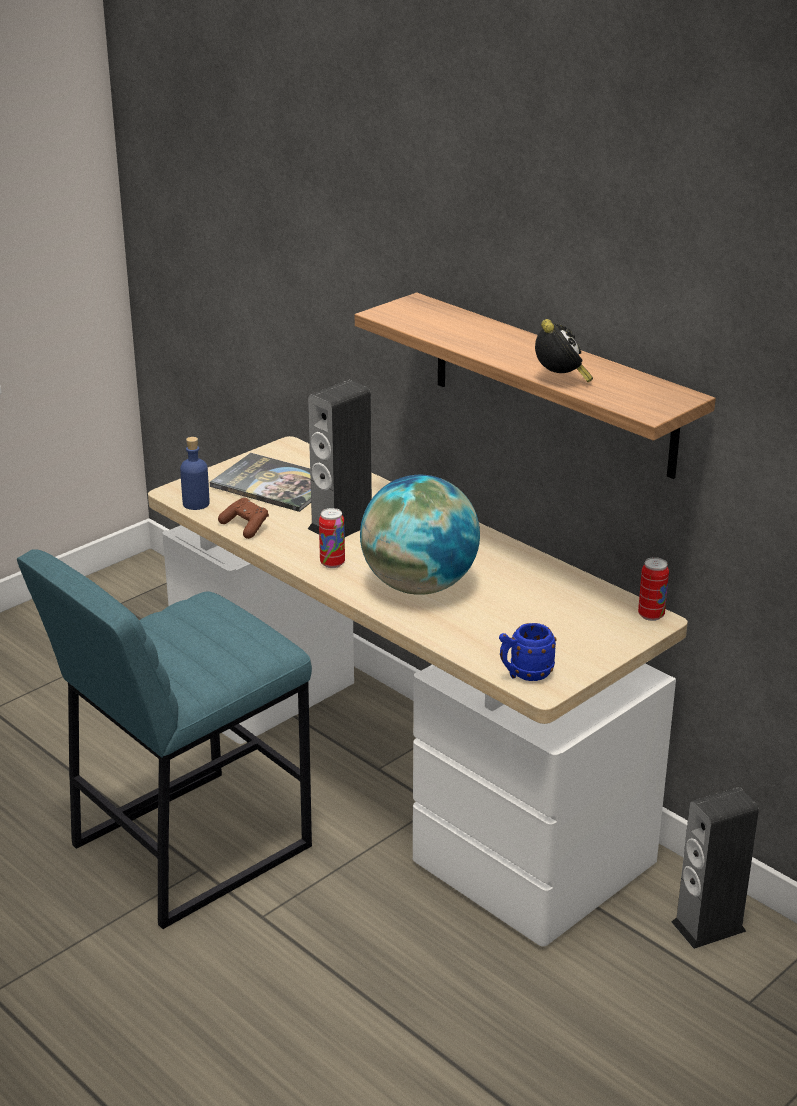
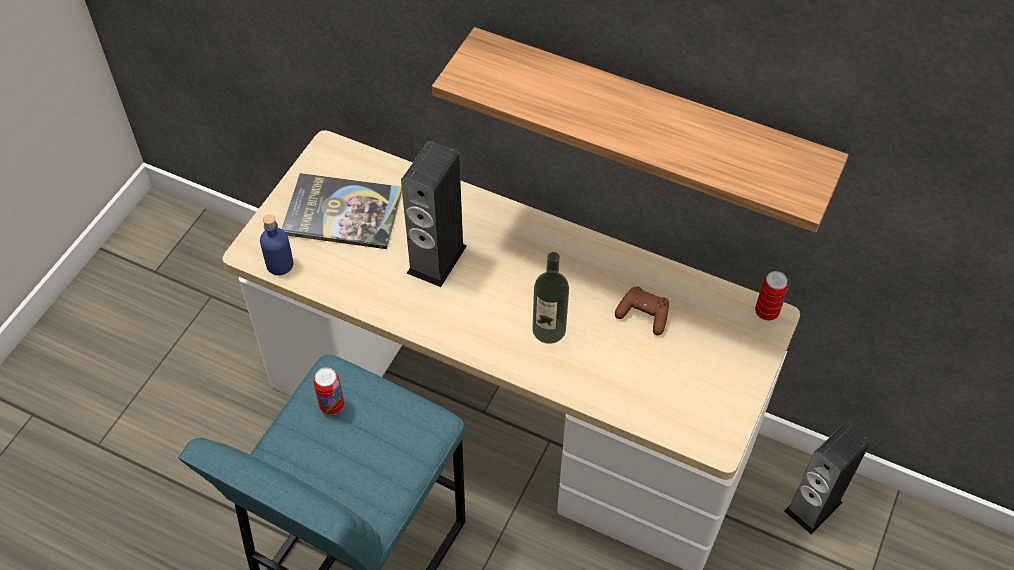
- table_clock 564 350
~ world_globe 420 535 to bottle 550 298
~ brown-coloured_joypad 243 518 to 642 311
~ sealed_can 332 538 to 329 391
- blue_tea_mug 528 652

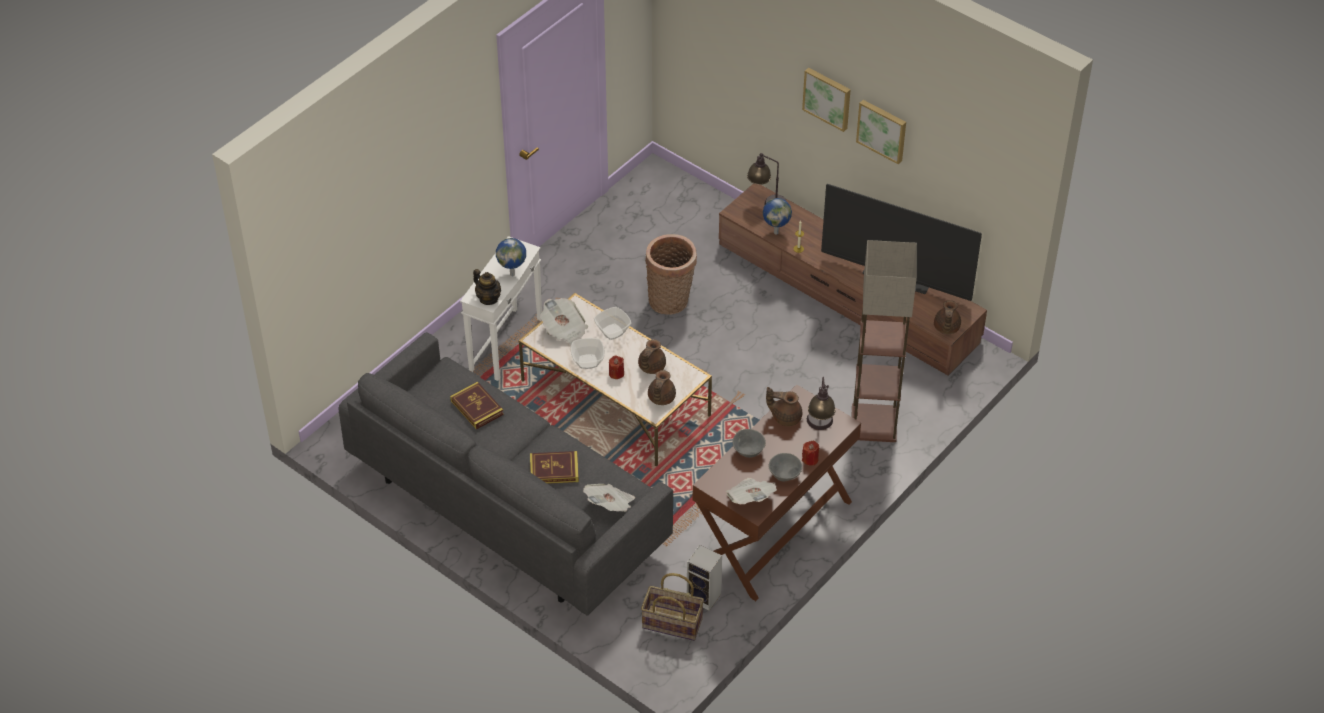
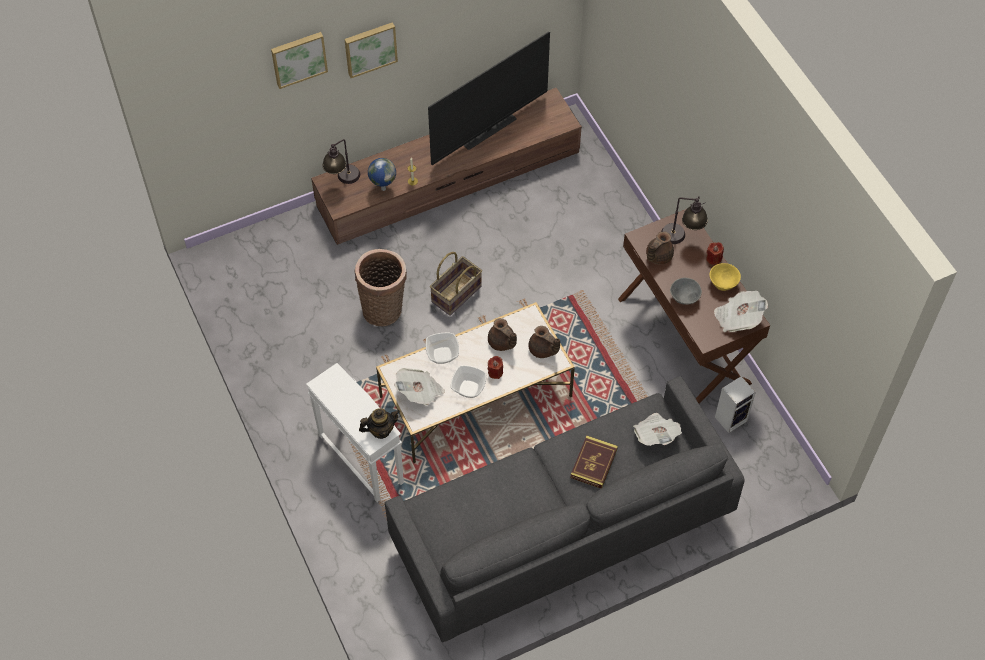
~ picture 881 132 to 299 60
- world_globe 511 257
- floor_lamp 884 341
- brown-coloured_pot_for_tea 947 317
- book 477 405
~ grey_serving_bowl 785 467 to yellow-coloured_serving_bowl 725 277
~ storage_basket 672 607 to 456 284

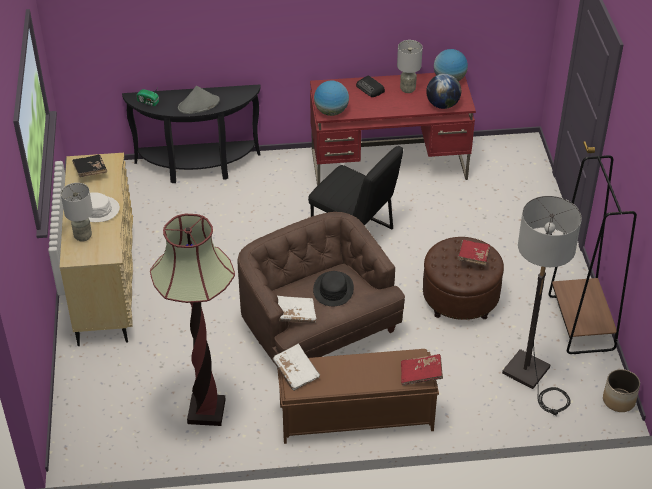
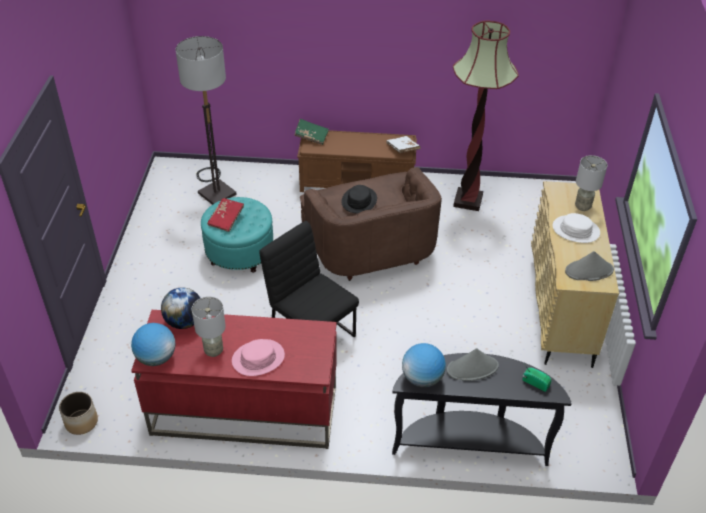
~ radio_receiver 370 86 to pink-coloured_clothing_hat 258 357
~ world_globe 331 98 to 424 365
~ black_book 89 166 to grey_clothing_hat 589 266
- garment_stand 592 254
~ brown-coloured_footrest 463 278 to blue-green_footrest 237 235
- white_book 297 309
~ reddish_book 422 370 to green_book 311 132
~ flower_pot 621 390 to 78 413

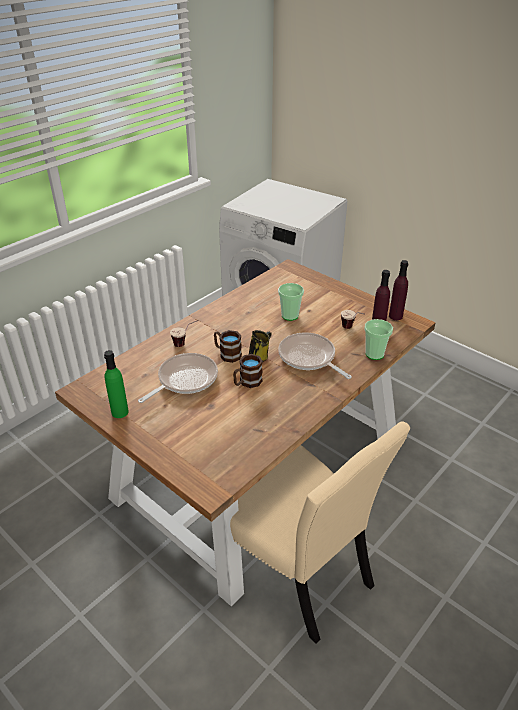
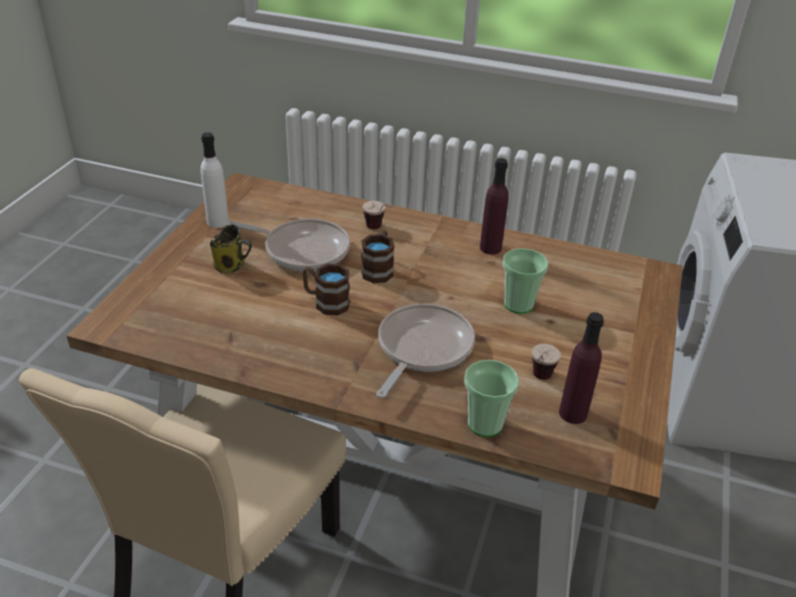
~ purple-coloured_bottle 398 290 to 494 206
~ tea_mug 260 346 to 231 248
~ green_bottle 116 384 to white_bottle 215 180

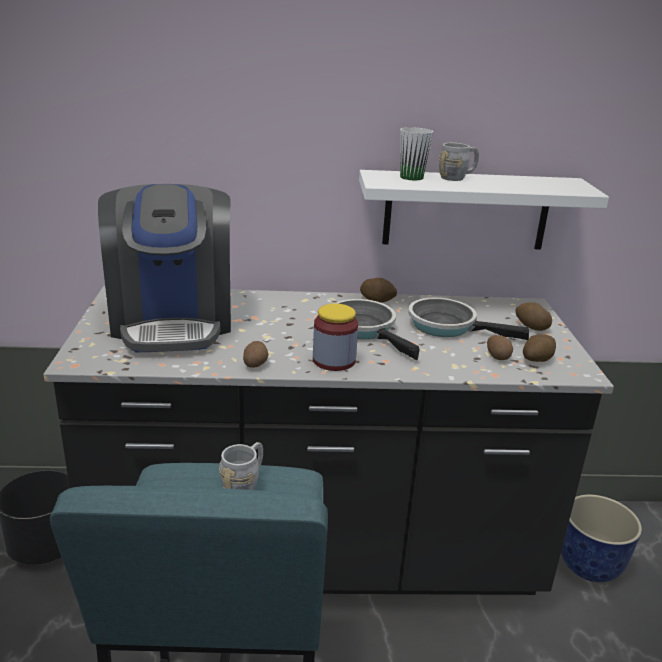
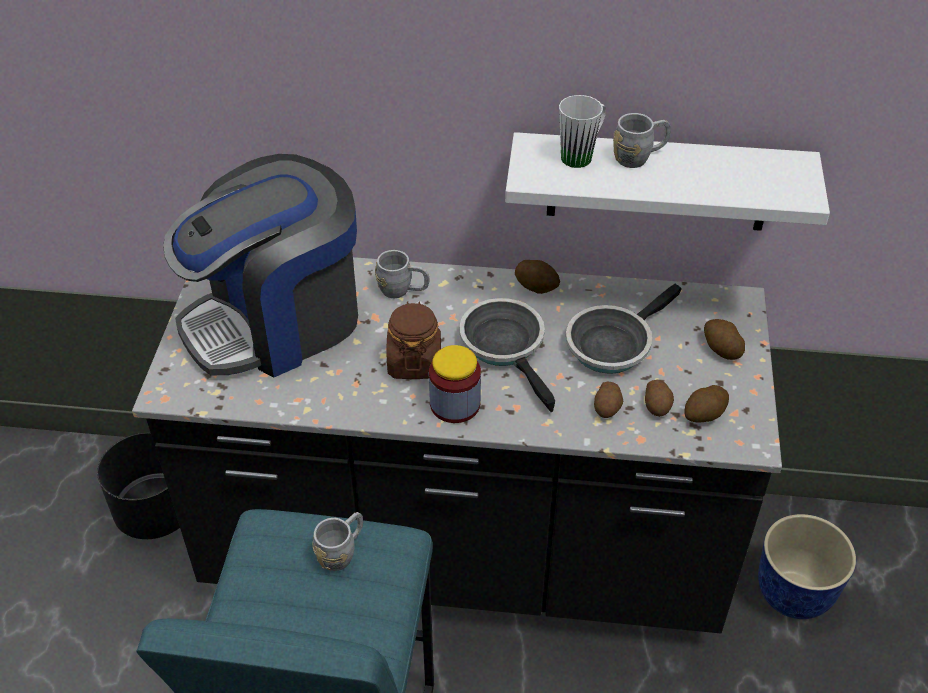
~ coffee_machine 164 268 = 260 265 60 degrees clockwise
~ skillet 468 318 = 624 329 75 degrees counterclockwise
~ spud 256 354 to 608 400
+ grey_tea_mug 402 274
+ brown-coloured_jar 414 340

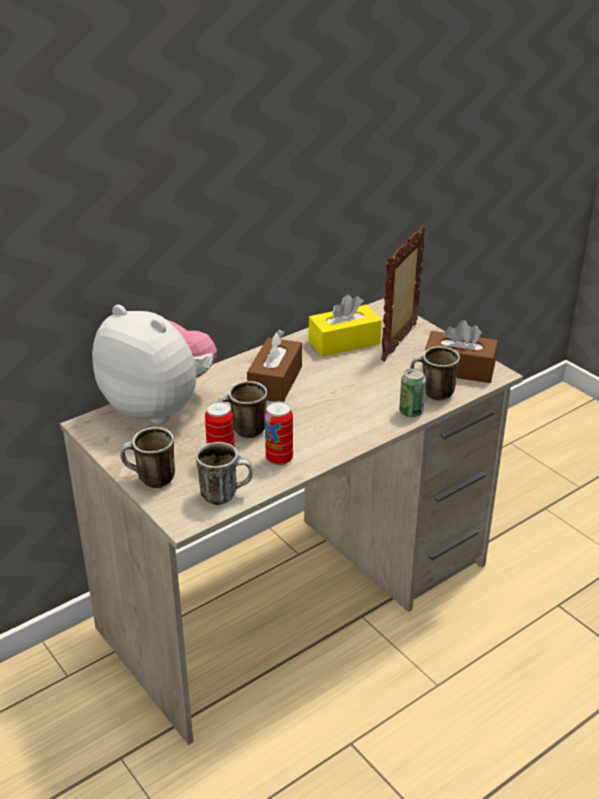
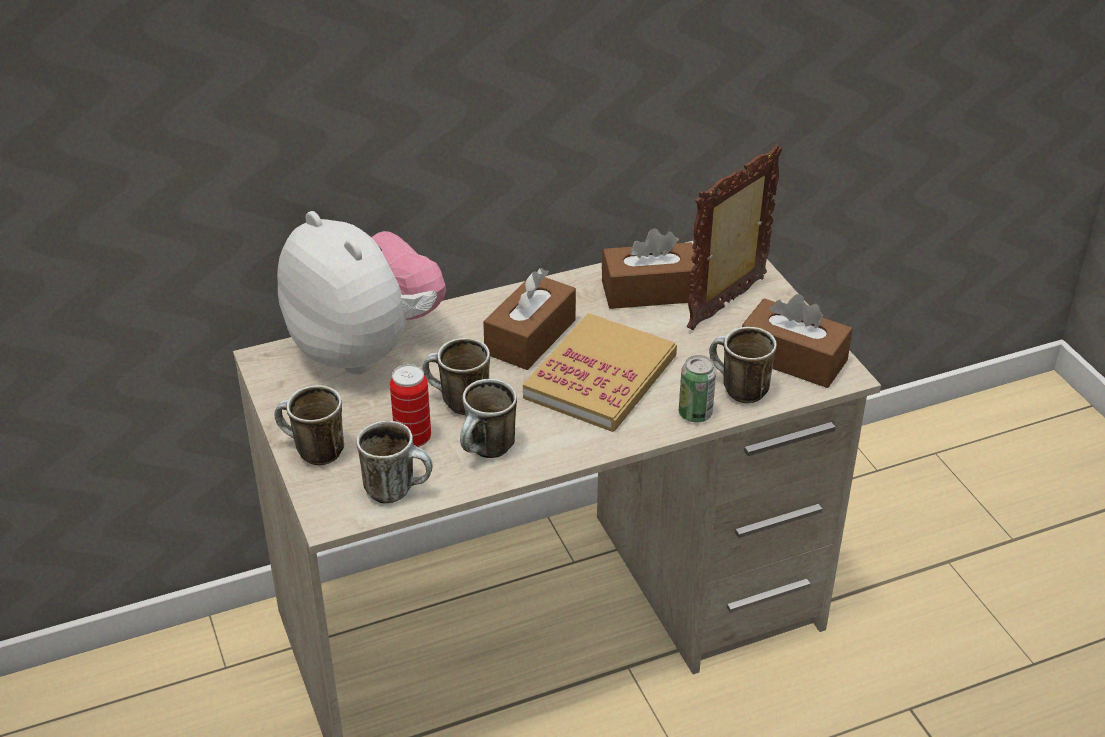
~ yellow-coloured_box_of_tissues 345 326 to brown-coloured_box_of_tissues 650 268
~ sealed_can 279 433 to tea_mug 488 418
+ book 600 372

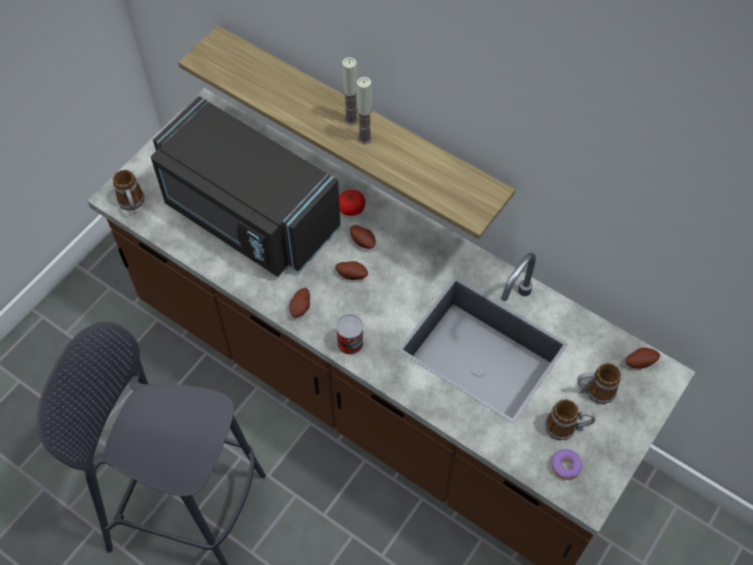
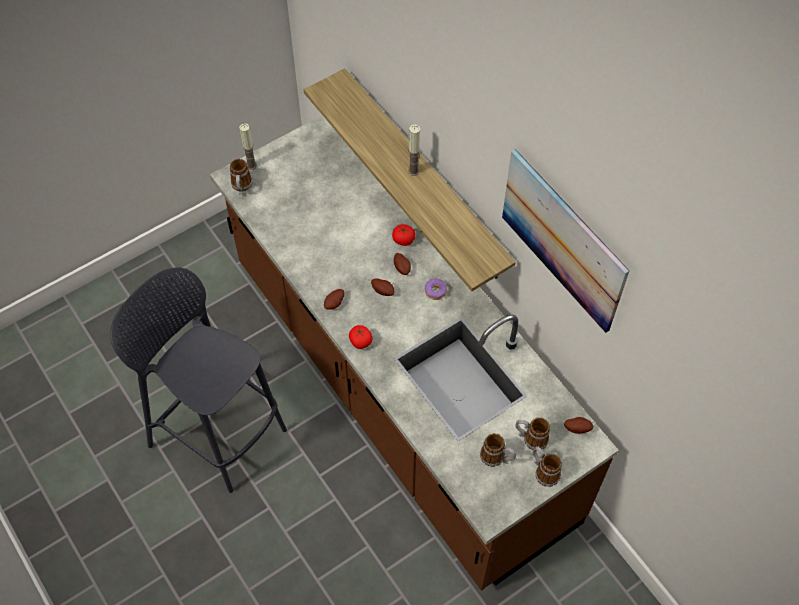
~ wax_candle 364 110 to 248 146
- black_microwave_oven 246 186
~ sealed_can 350 334 to tomato 360 337
~ donut 567 464 to 436 289
+ picture 565 241
+ tea_mug 547 466

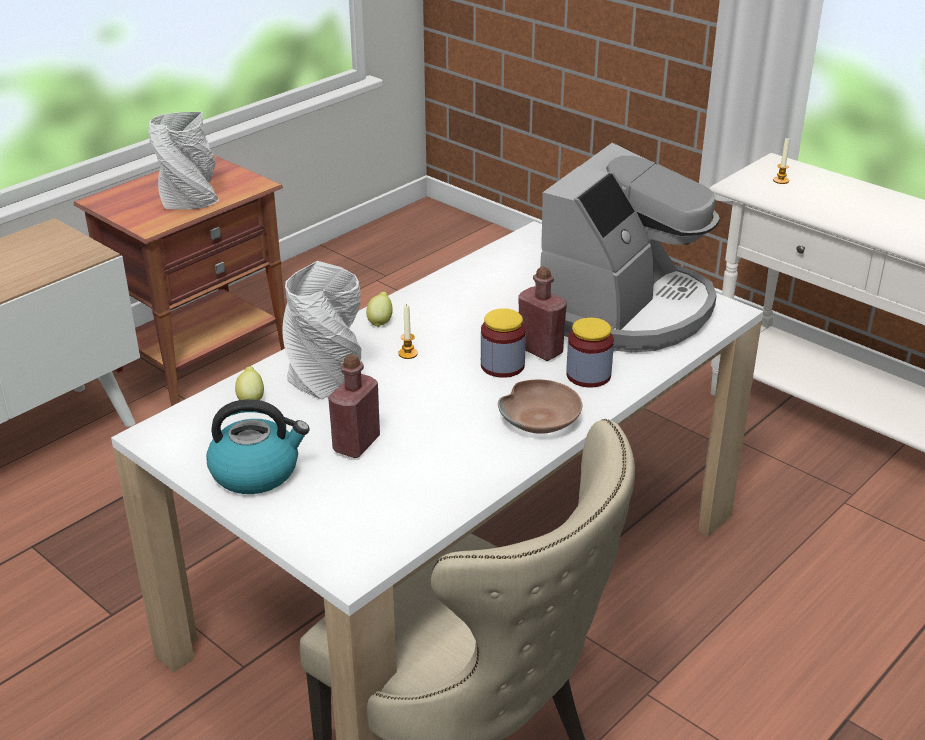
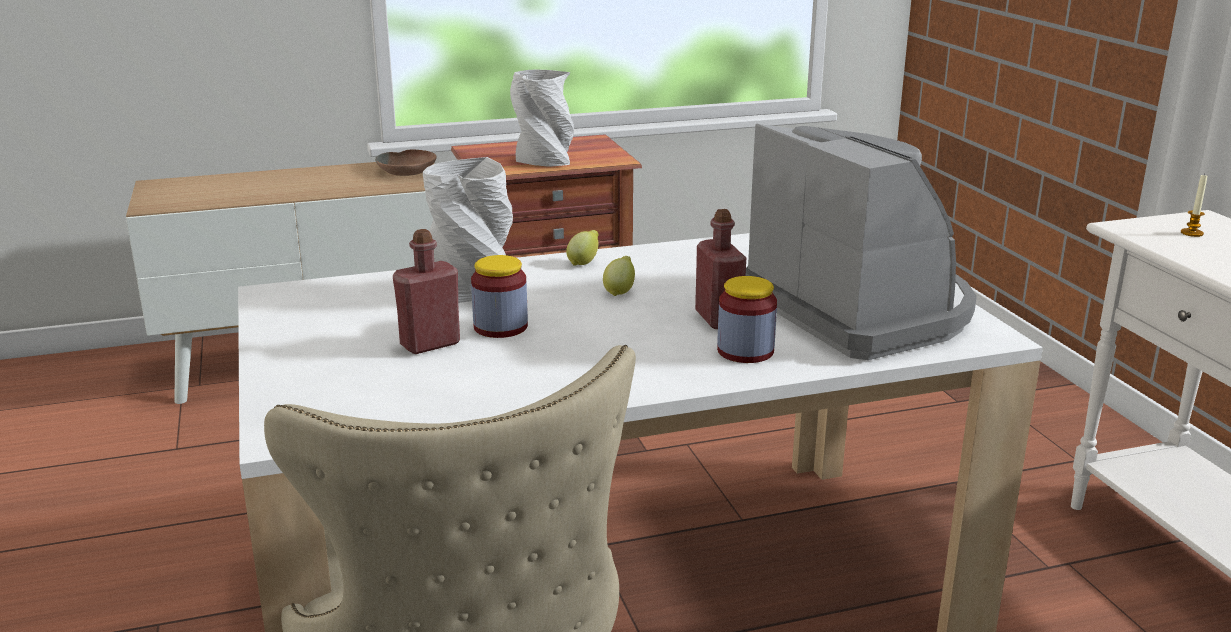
~ coffee_machine 630 247 = 861 242 90 degrees counterclockwise
- wax_candle 408 331
~ jar 503 343 to 499 296
~ whole_lemon 249 383 to 619 276
~ brown-coloured_serving_bowl 540 407 to 406 163
- tea_kettle 258 446

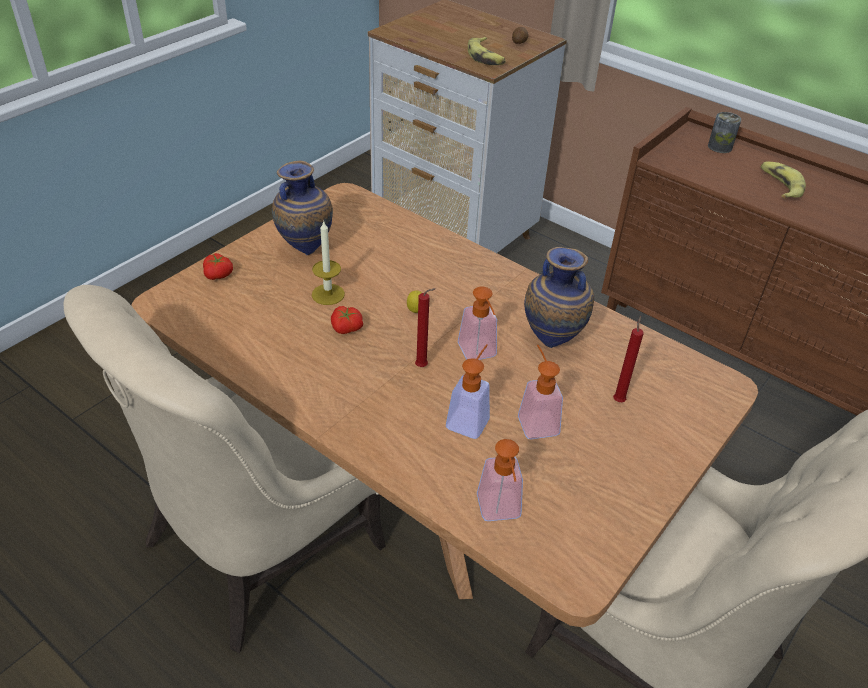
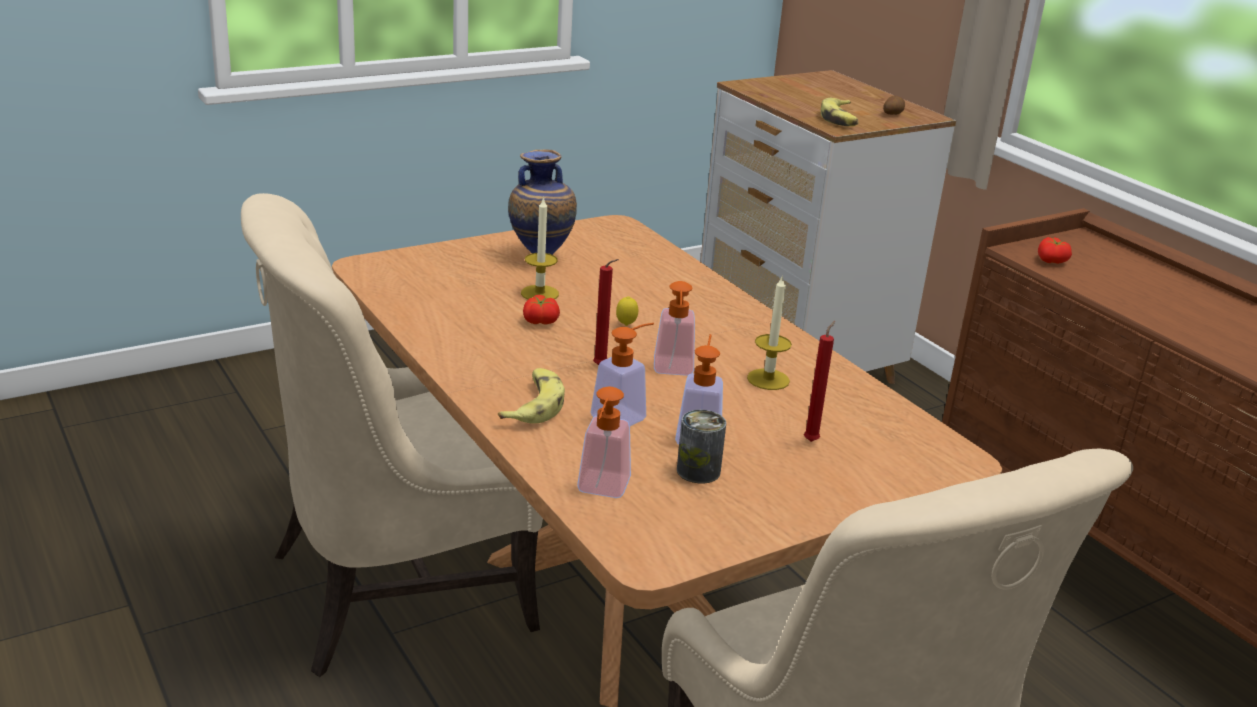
~ sealed_can 724 132 to 701 447
~ banana_fruit 783 180 to 531 395
~ vase 559 297 to wax_candle 769 332
~ tomato 218 266 to 1055 250

